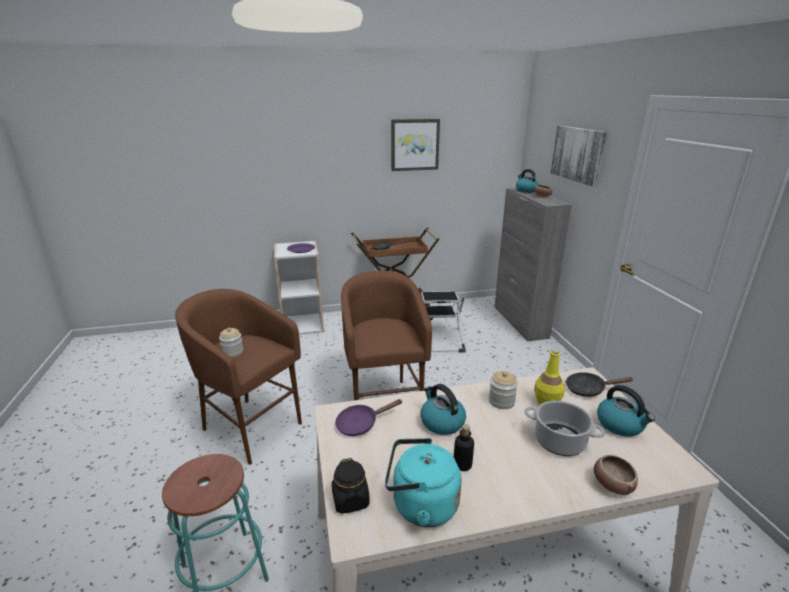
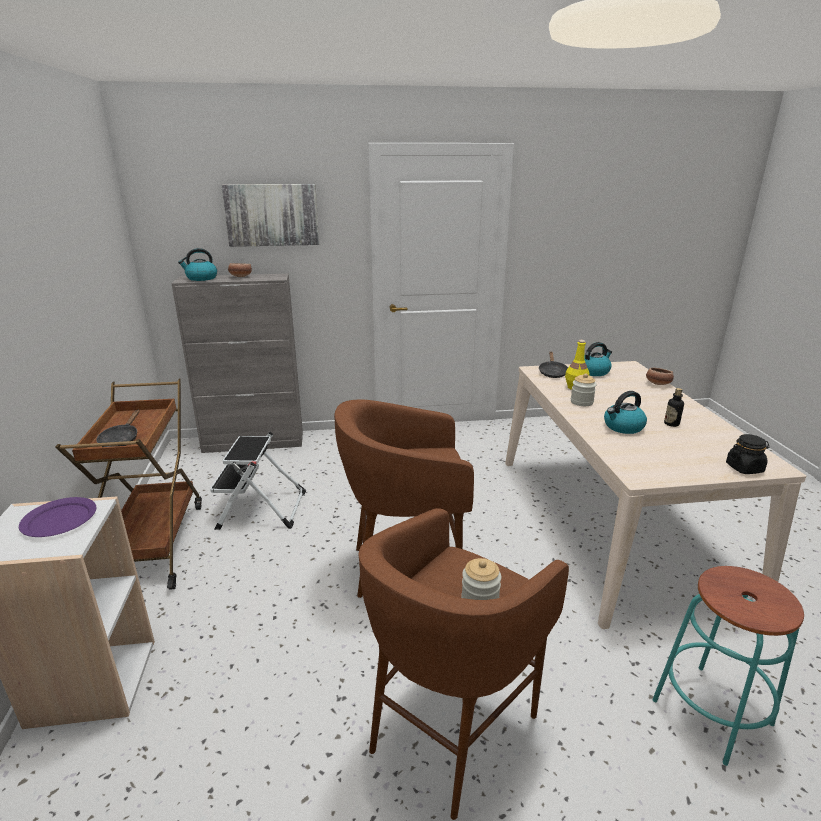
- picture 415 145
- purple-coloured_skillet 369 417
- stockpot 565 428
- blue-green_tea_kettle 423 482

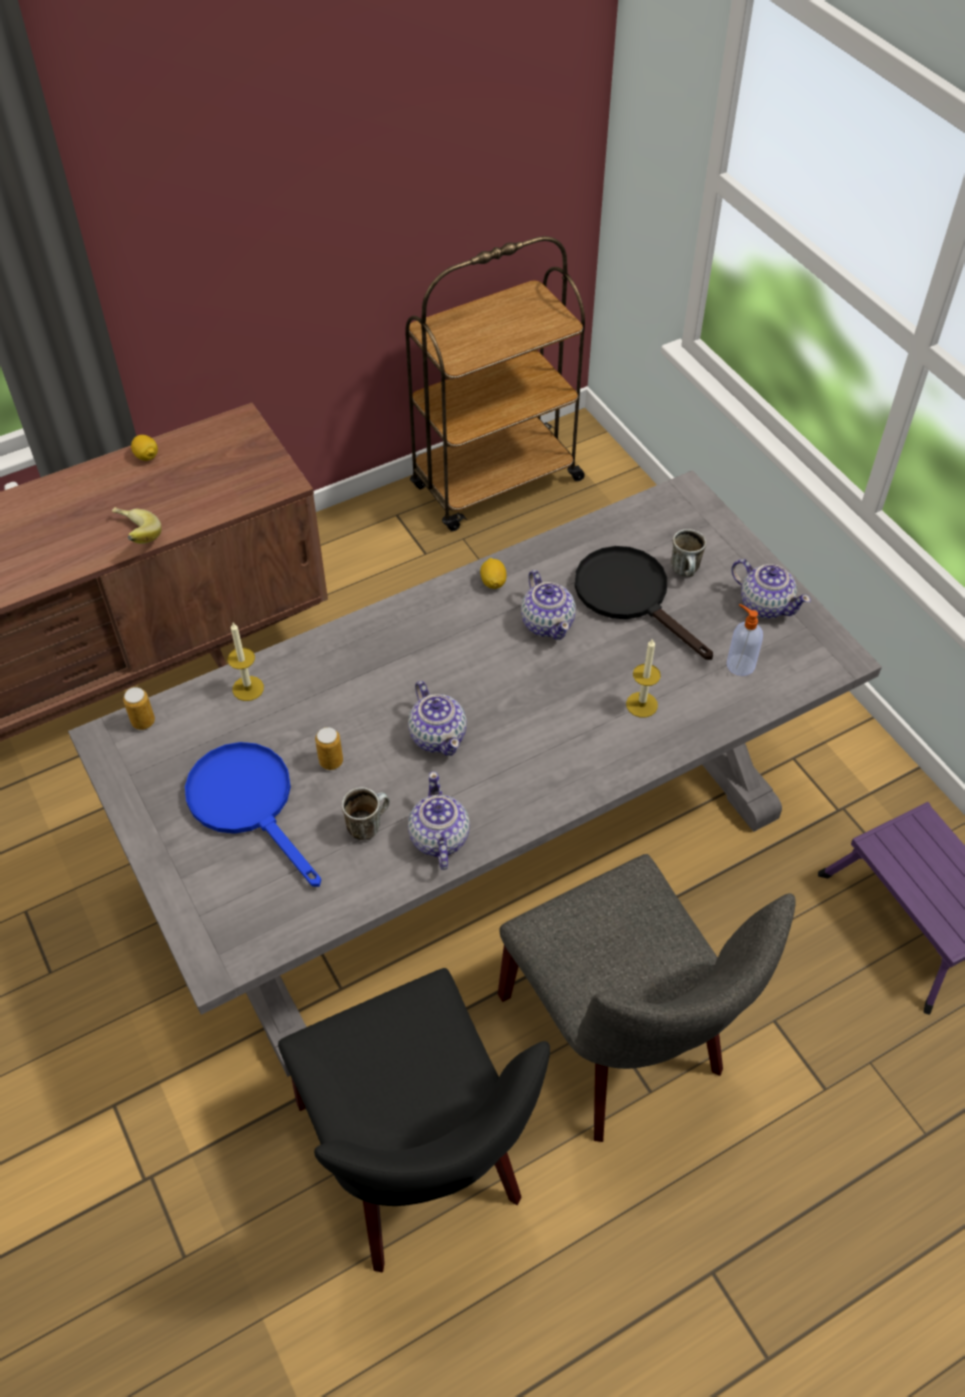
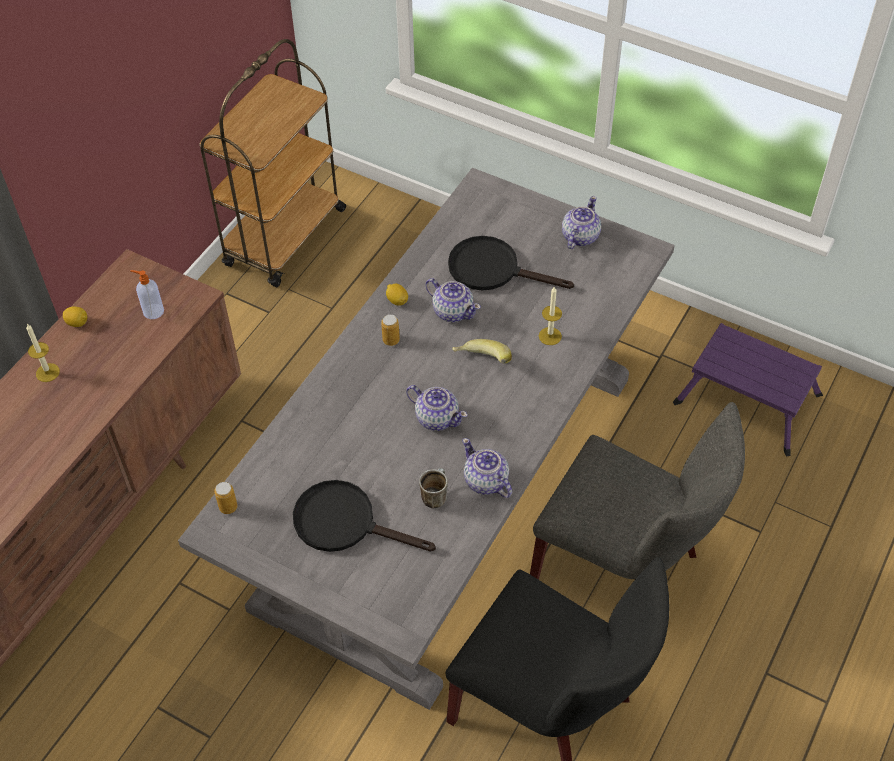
~ banana_fruit 136 525 to 482 351
- tea_mug 688 553
~ pot_for_tea 771 588 = 581 222 75 degrees counterclockwise
~ soap_bottle 745 640 to 147 294
~ wax_candle 245 662 to 43 353
~ sealed_can 329 748 to 390 330
~ blue_skillet 253 814 to black_skillet 364 516

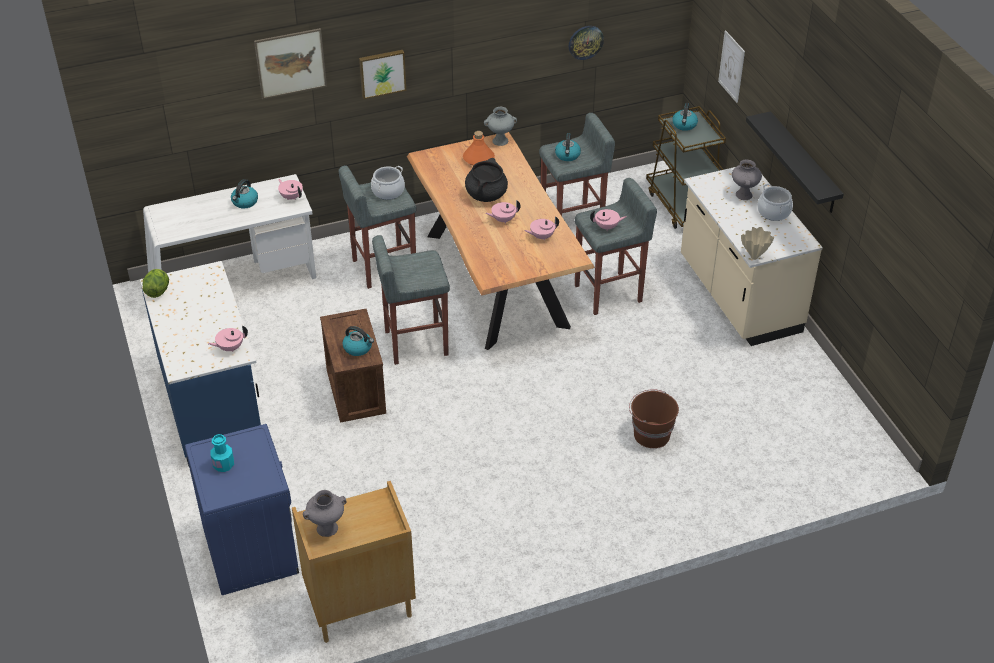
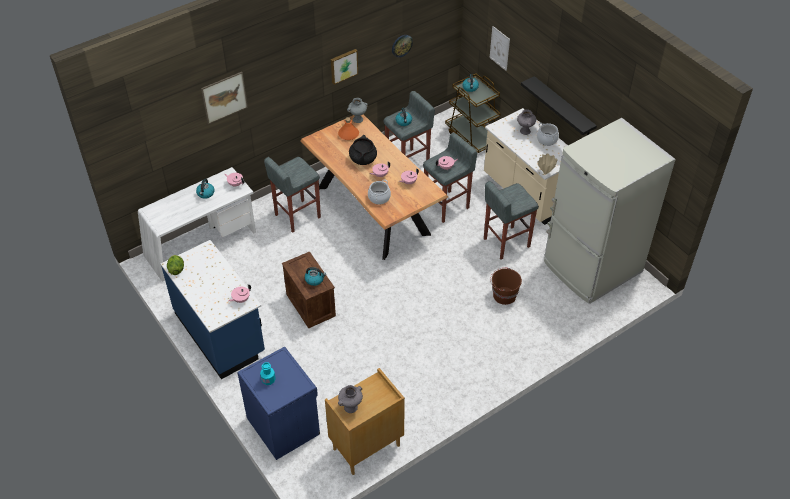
~ picture 382 74 to 344 67
~ stockpot 388 183 to 379 192
~ grey_stool 411 300 to 511 220
+ white_kitchen_fridge 610 211

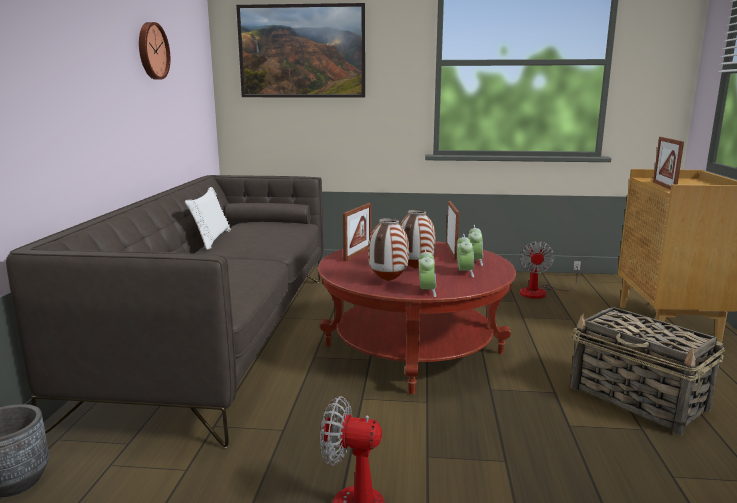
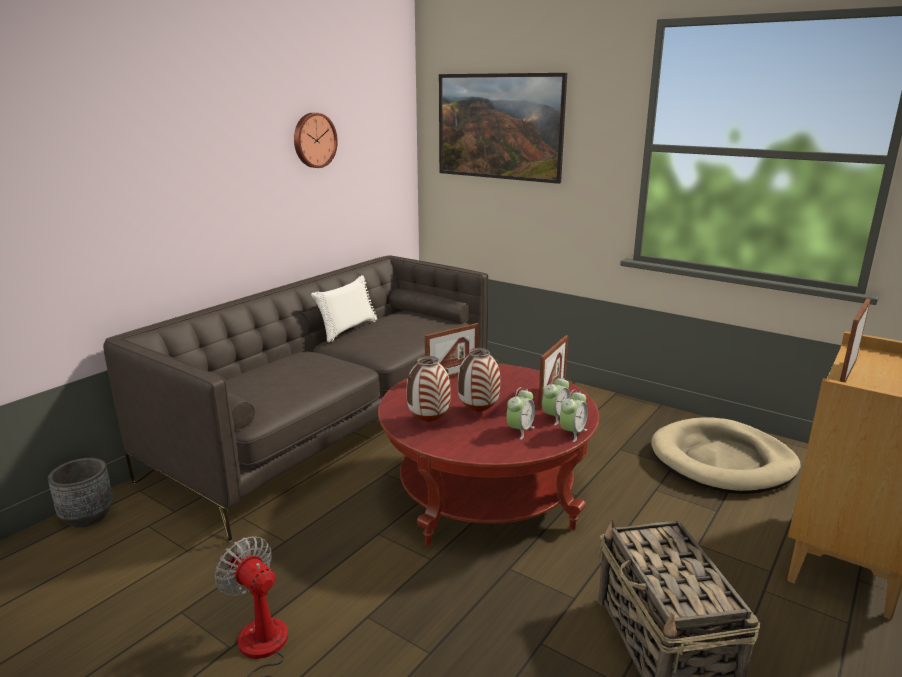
~ electric_fan 550 270 to beige-coloured_dog_bed 726 456
~ table_clock 427 273 to 574 415

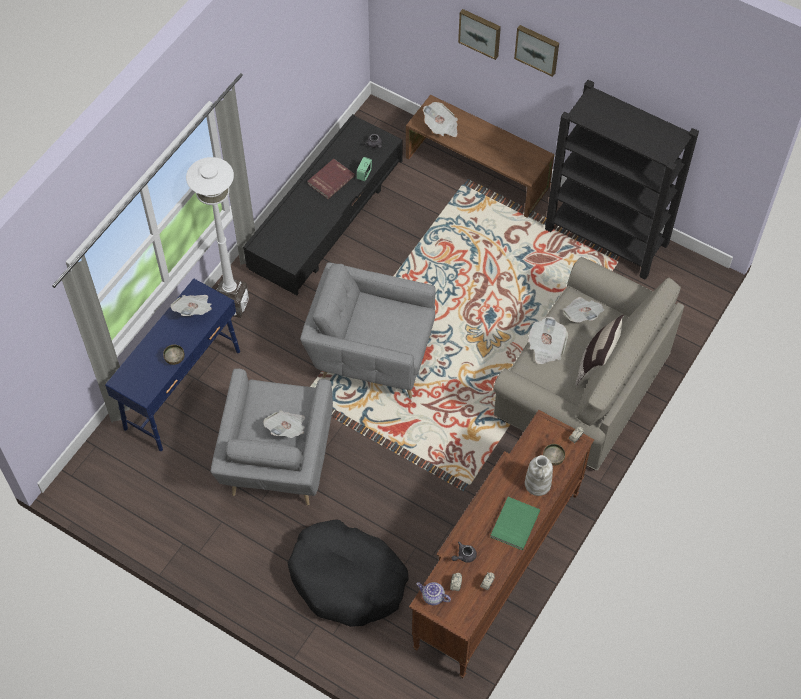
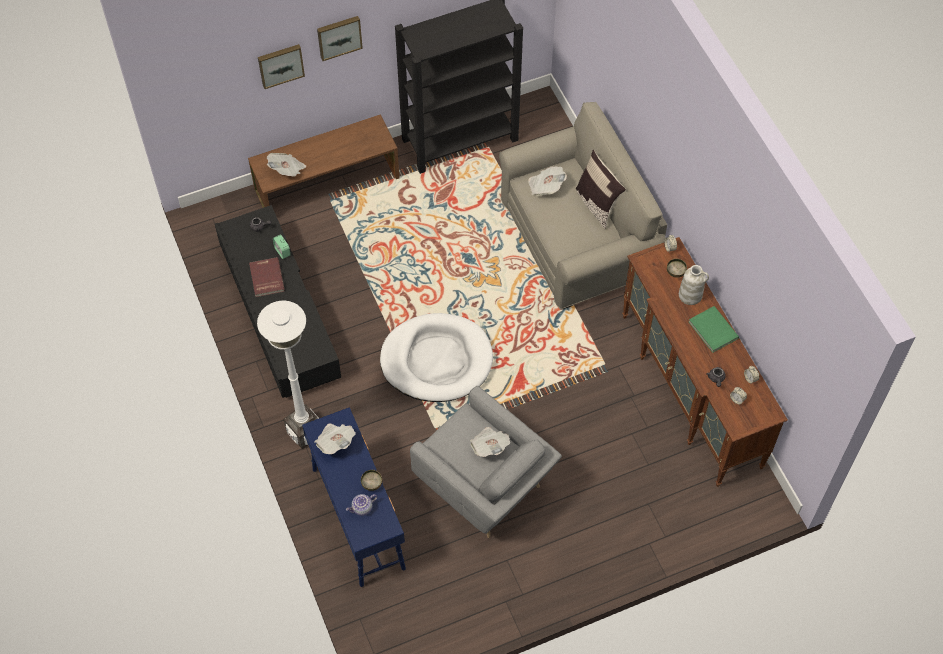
~ grey_lounge_chair 368 330 to white_dog_bed 436 357
- printed_paper 548 340
- black_dog_bed 348 573
~ pot_for_tea 433 593 to 361 505

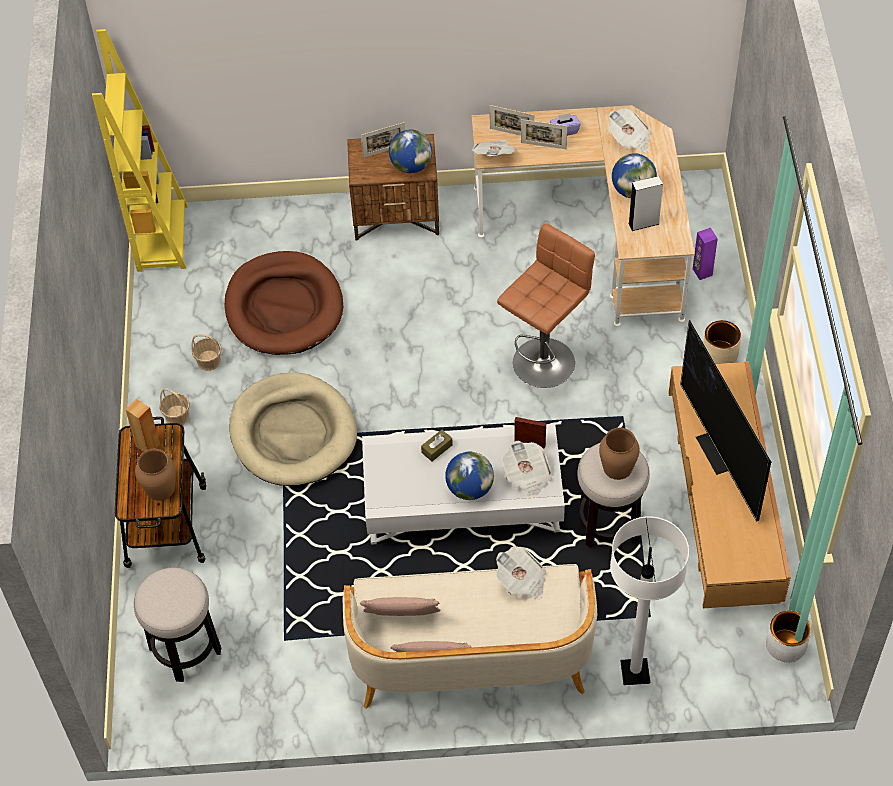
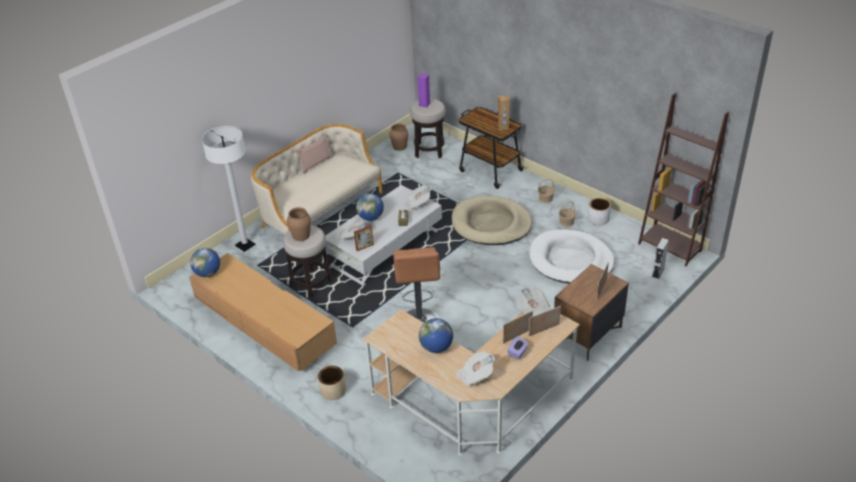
~ yellow-coloured_bookcase 140 150 to brown-coloured_bookcase 683 180
~ world_globe 410 151 to 205 262
~ grey_audio_speaker 645 203 to 660 258
~ purple-coloured_audio_speaker 705 254 to 424 90
~ brown-coloured_dog_bed 283 303 to white_dog_bed 572 256
- TV_set 725 421
~ brown-coloured_vase 155 475 to 399 137
~ printed_paper 521 573 to 417 197
- beige-coloured_throw_pillow 400 606
~ white_flower_pot 788 636 to 599 211

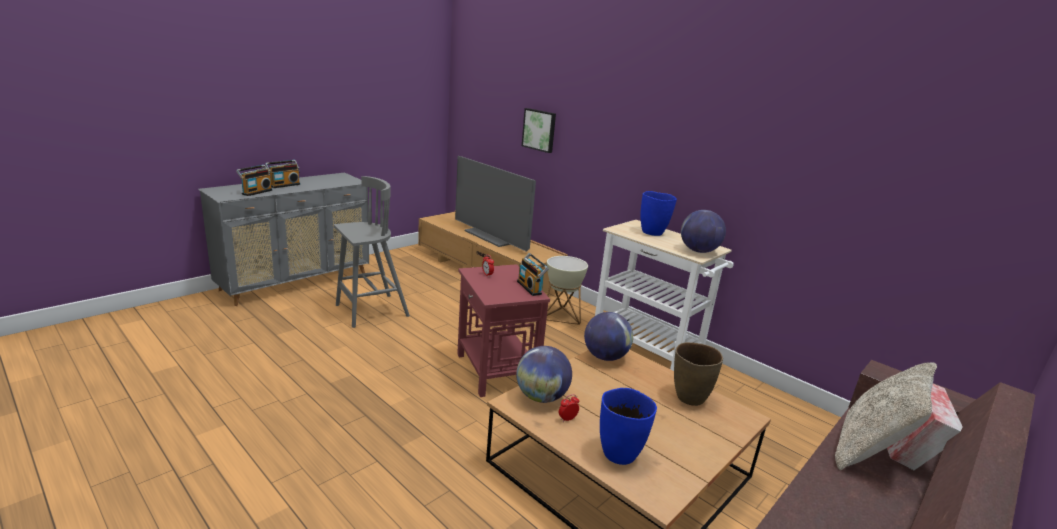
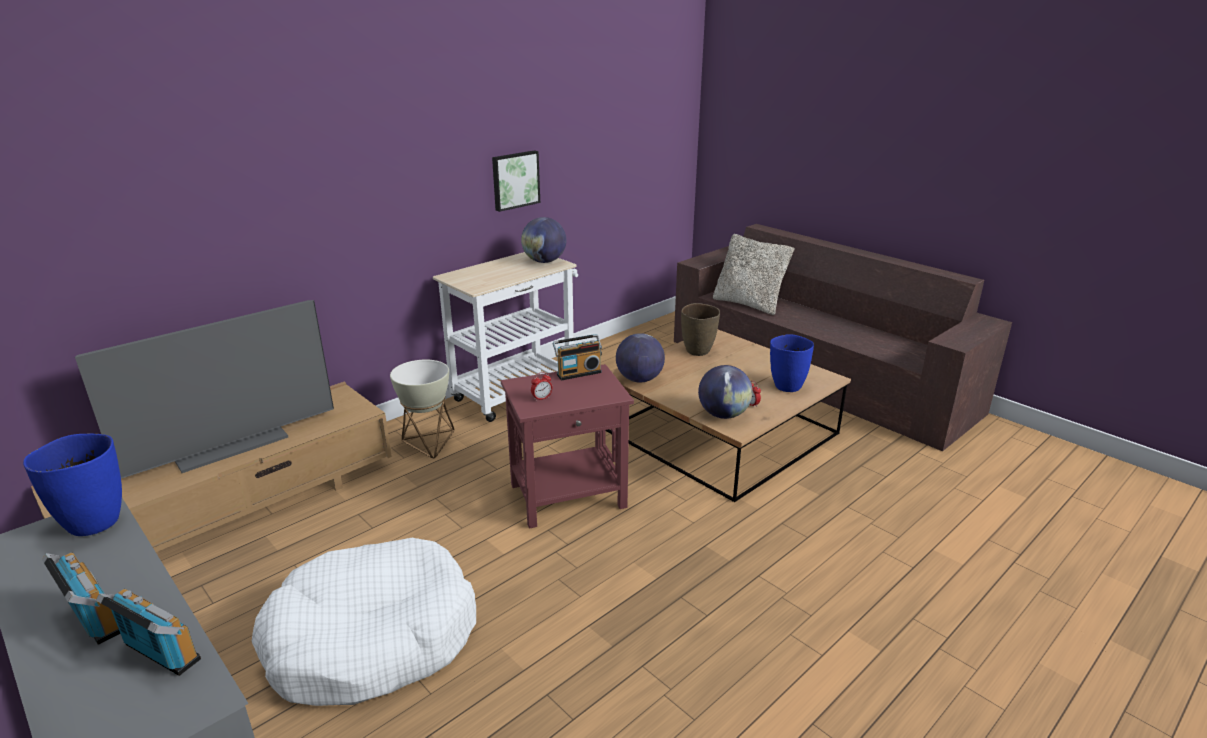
~ picture 539 130 to 516 181
~ grey_stool 372 252 to white_dog_bed 364 622
~ blue_vase 658 213 to 72 485

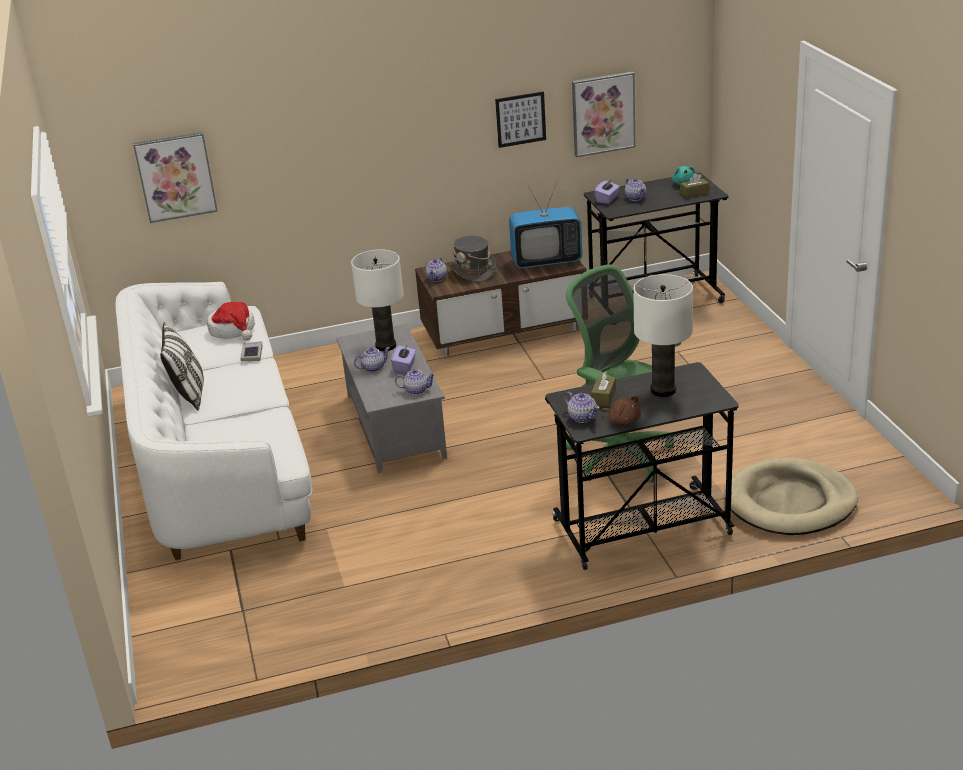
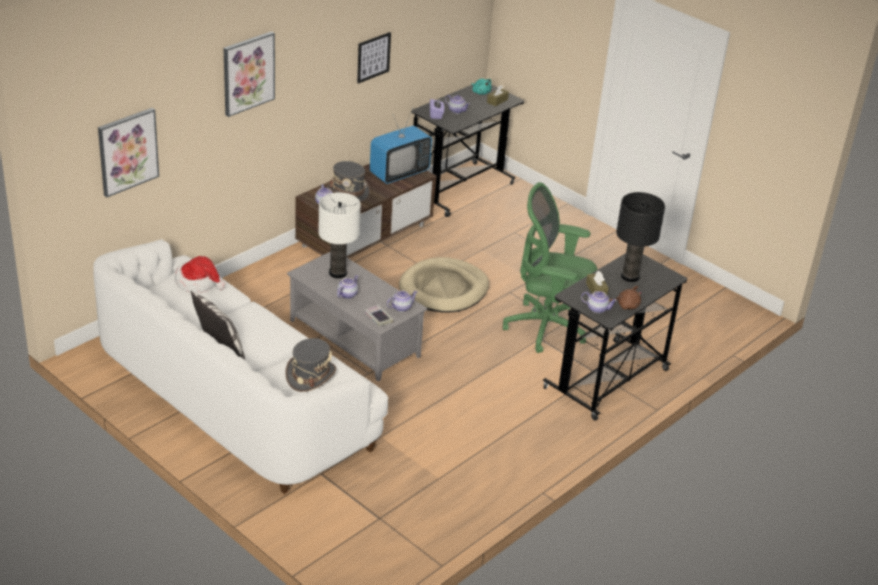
~ picture 603 114 to 249 74
~ white_tabletop_lamp 663 335 to black_tabletop_lamp 640 237
~ book 251 351 to 378 315
- purple-coloured_box_of_tissues 403 358
~ beige-coloured_dog_bed 791 496 to 444 284
+ grey_clothing_hat 310 365

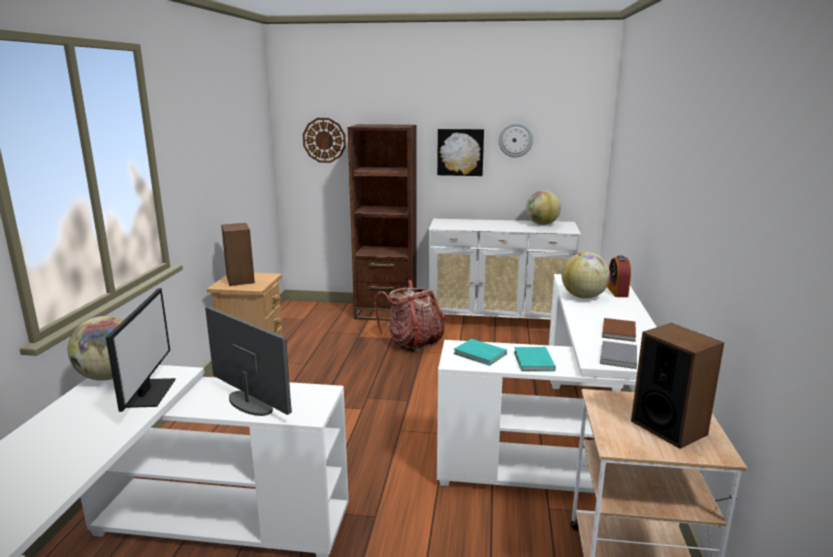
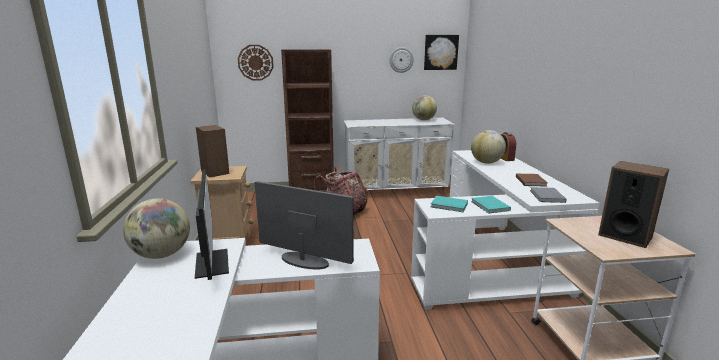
~ picture 460 152 to 441 52

